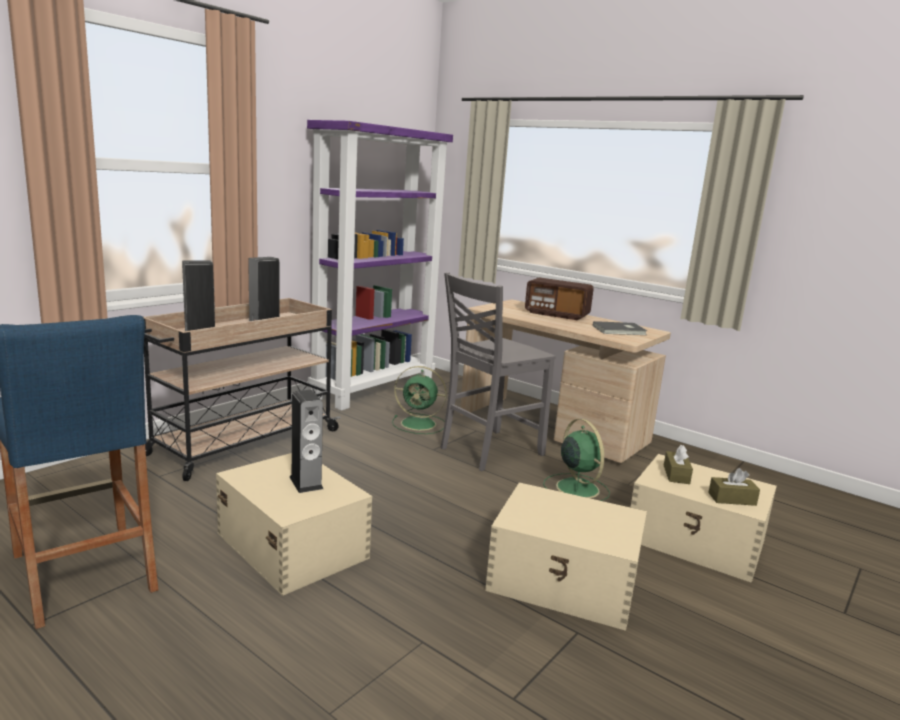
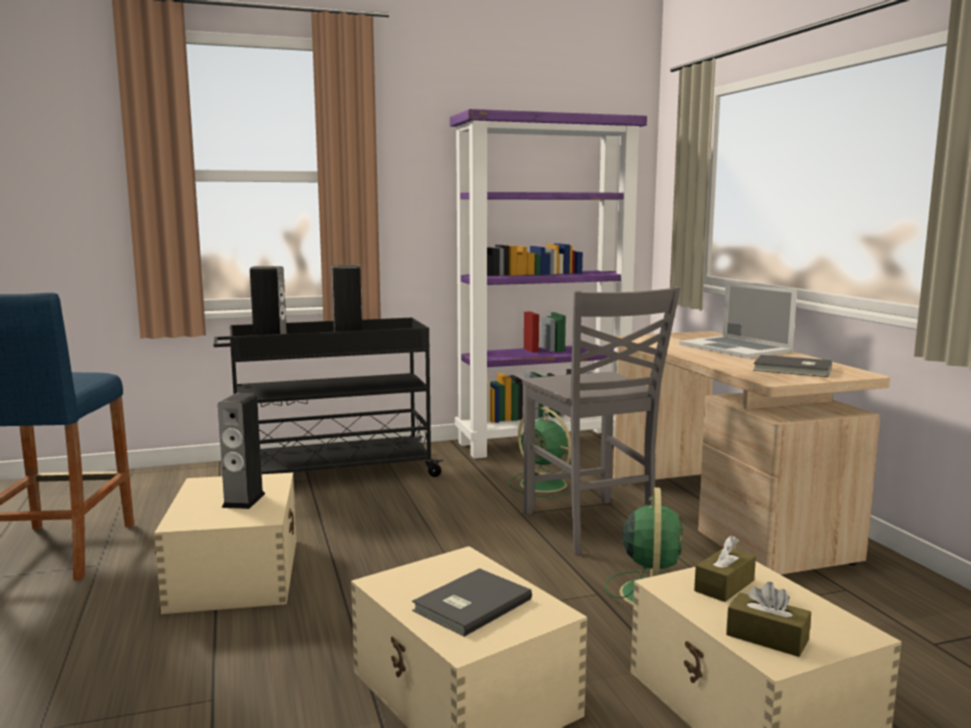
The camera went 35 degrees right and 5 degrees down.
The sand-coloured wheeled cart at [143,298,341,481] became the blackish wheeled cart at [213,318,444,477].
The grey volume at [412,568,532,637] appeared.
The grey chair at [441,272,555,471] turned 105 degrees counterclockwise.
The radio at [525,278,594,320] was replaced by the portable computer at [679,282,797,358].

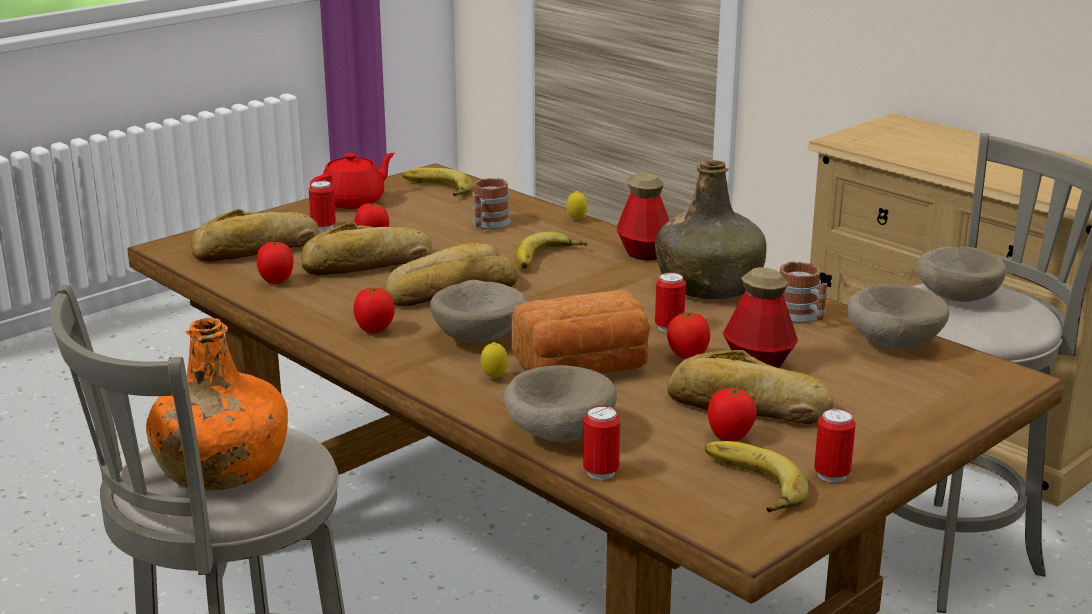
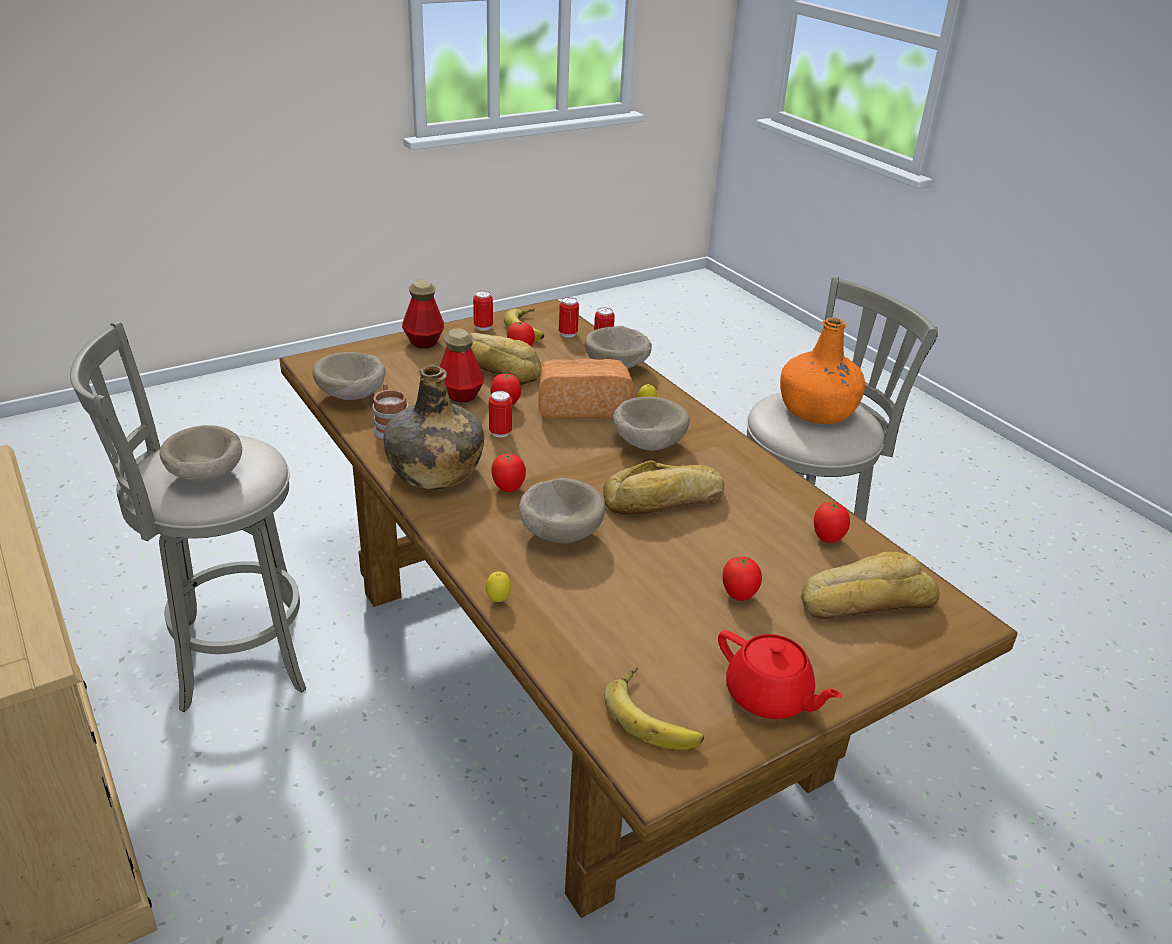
The camera went 170 degrees left and 10 degrees up.
The drink bottle moved from [617,172,669,260] to [402,280,444,348].
The whole tomato moved from [353,287,395,334] to [491,453,526,492].
The whole banana at [515,231,587,270] was replaced by the sand-coloured bowl at [519,478,605,543].
The sealed can moved from [309,180,336,231] to [559,297,579,337].
The red-coloured pot for tea at [310,153,395,209] turned 105 degrees counterclockwise.
The baked bread at [301,222,432,275] disappeared.
The coffee mug at [472,178,511,229] disappeared.

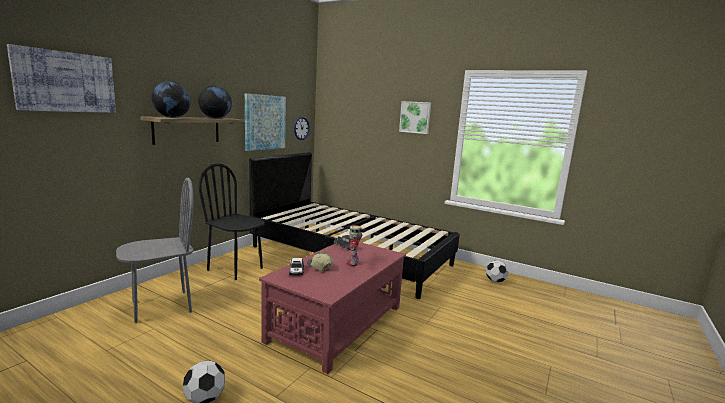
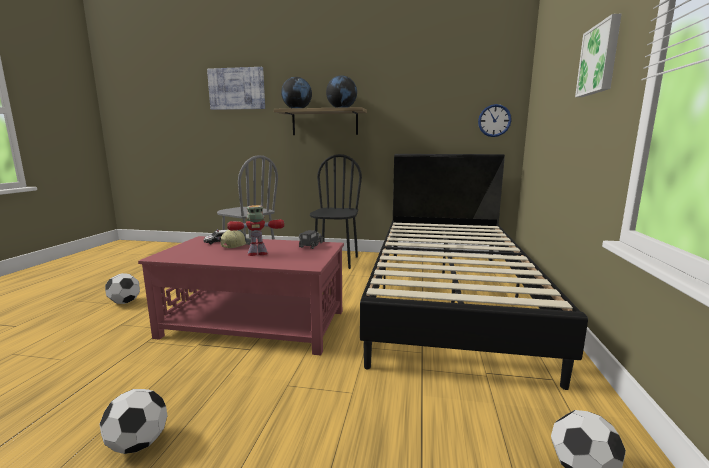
The camera went 70 degrees right and 0 degrees up.
The football at [99,389,167,454] appeared.
The wall art at [245,93,286,151] disappeared.

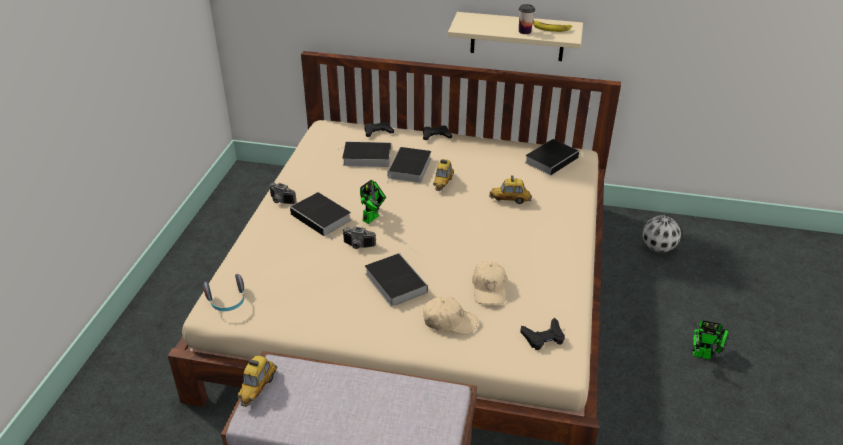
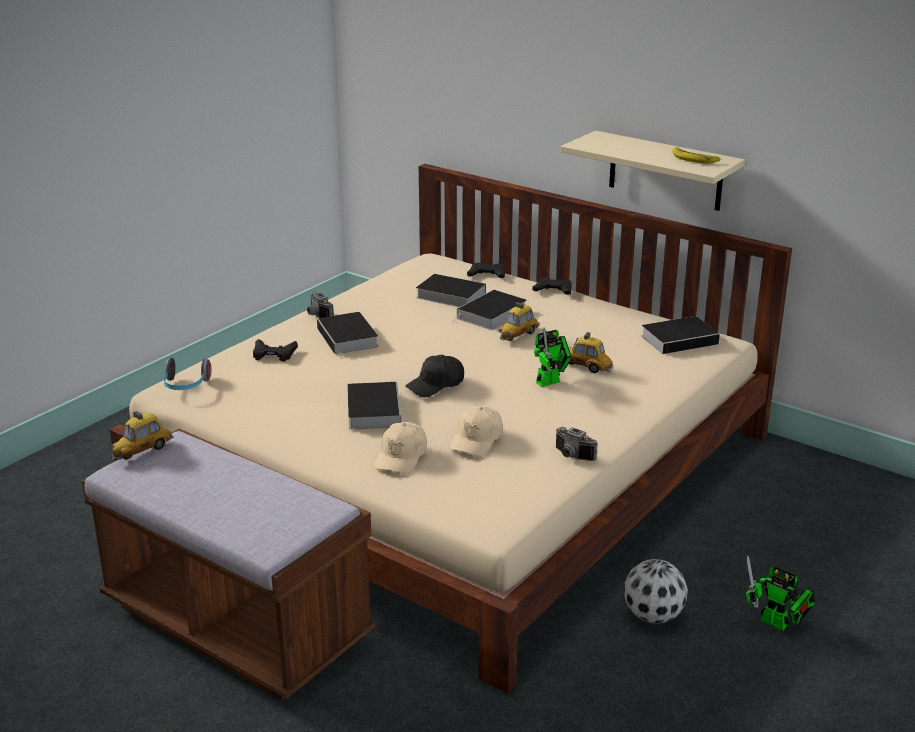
The camera went 25 degrees right and 10 degrees down.
The blackish game controller moved from [520,318,565,350] to [253,339,298,362].
The sand-coloured peaked cap at [424,297,478,335] turned 75 degrees clockwise.
The blackish peaked cap at [405,355,464,397] appeared.
The toy robot moved from [360,180,386,224] to [534,328,572,387].
The still camera moved from [342,226,376,249] to [556,427,598,461].
The football moved from [642,215,681,253] to [624,559,688,624].
The cup at [519,4,535,34] disappeared.

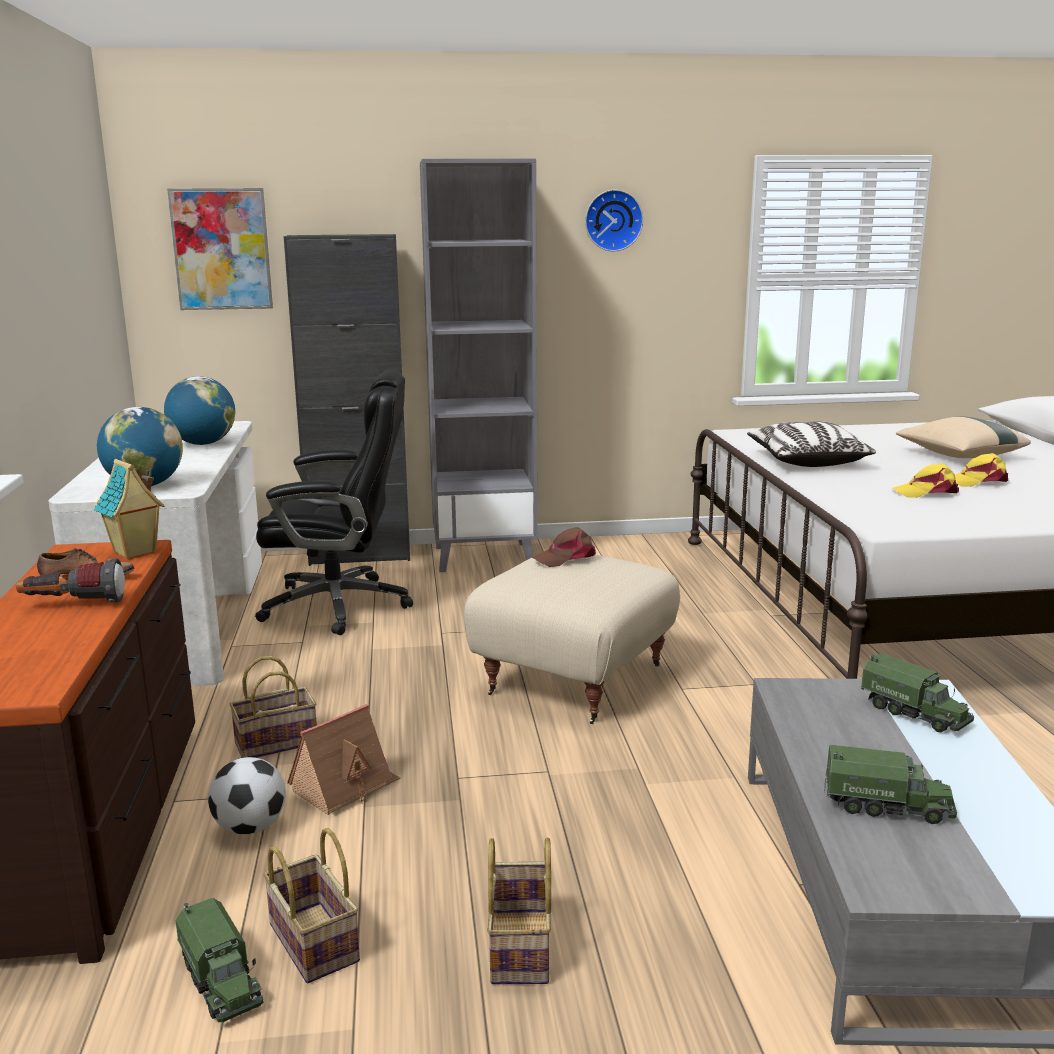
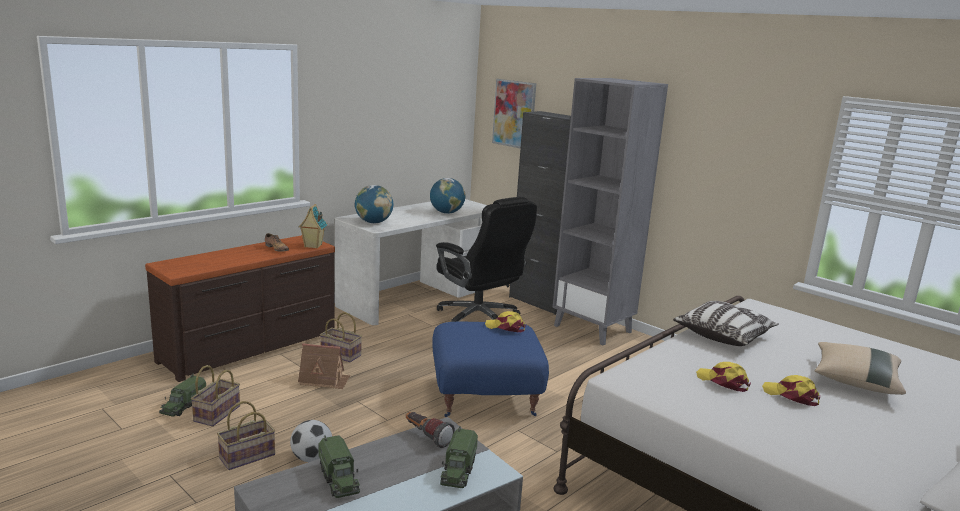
The camera went 50 degrees right and 0 degrees up.
The football moved from [208,757,286,835] to [290,420,332,462].
The flashlight moved from [16,558,125,603] to [406,412,455,448].
The sand-coloured ottoman at [464,555,680,724] became the blue ottoman at [432,322,549,417].
The brown-coloured peaked cap at [532,527,596,567] became the yellow-coloured peaked cap at [485,311,526,332].
The hanging clock at [585,190,643,251] disappeared.

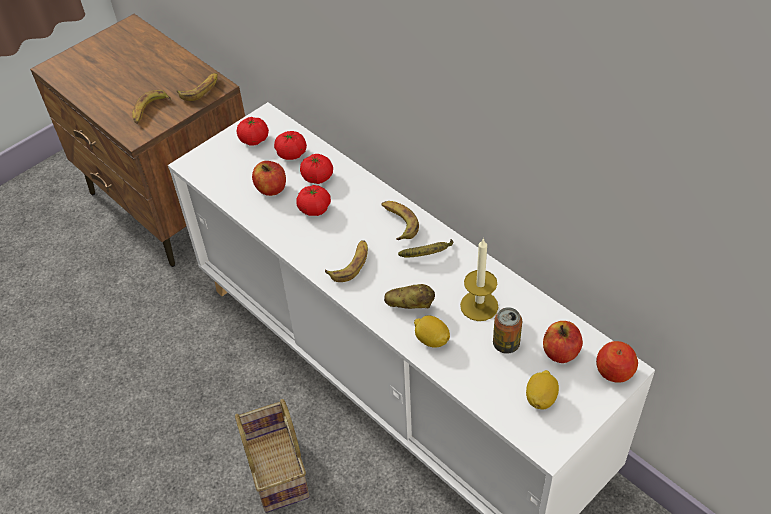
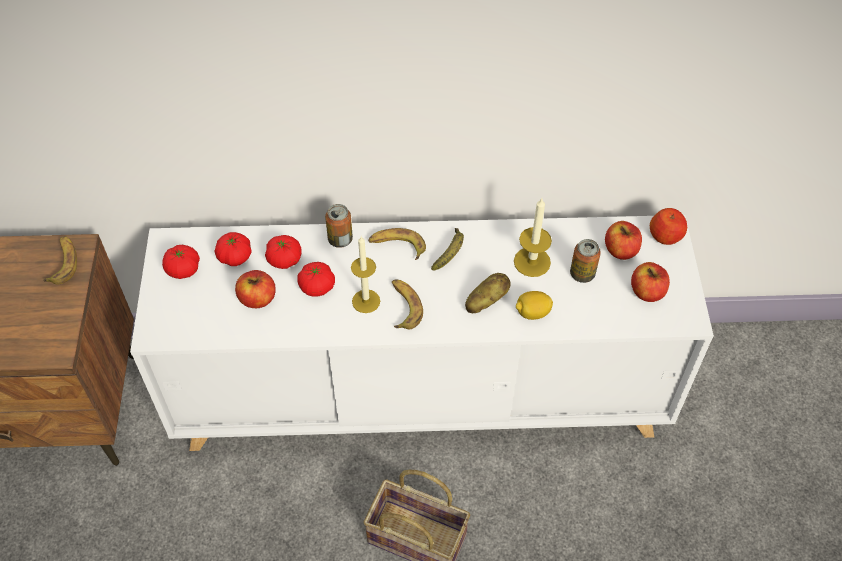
The camera went 50 degrees left and 5 degrees up.
The sealed can at [325,204,353,248] appeared.
The wax candle at [351,236,380,313] appeared.
The whole lemon at [526,370,559,410] was replaced by the apple at [631,262,670,302].
The whole banana at [132,90,171,124] disappeared.

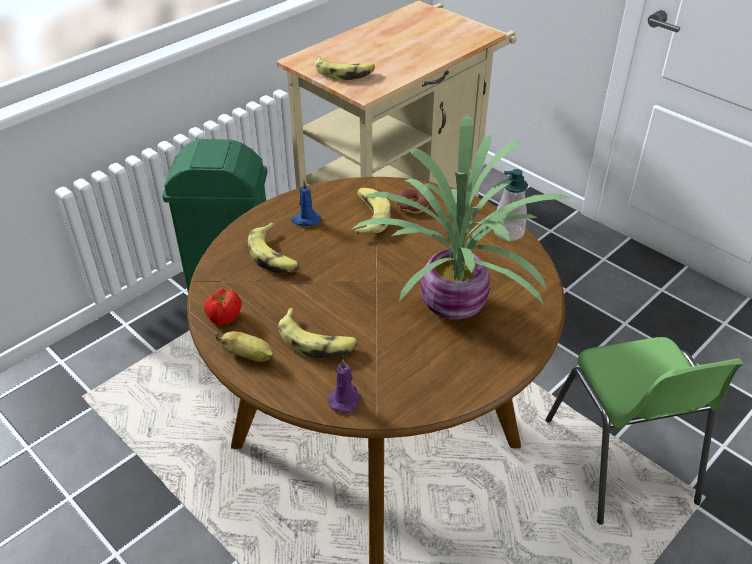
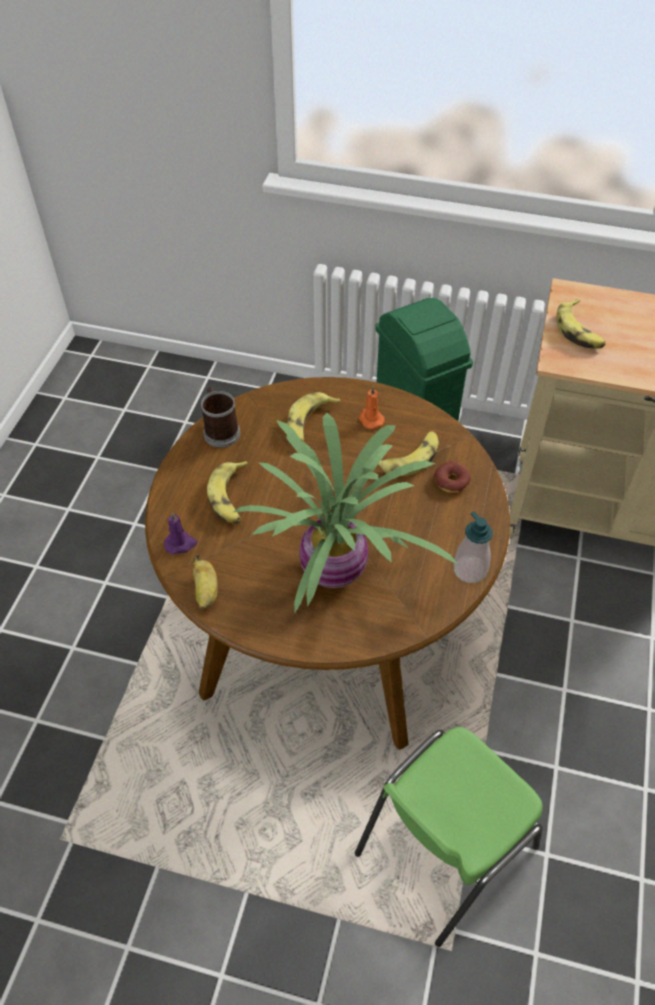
The camera went 60 degrees right and 10 degrees up.
The whole banana moved from [216,331,274,362] to [193,554,218,610].
The whole tomato at [204,288,242,325] was replaced by the coffee mug at [201,387,240,448].
The blue wax candle at [291,180,321,226] became the orange-coloured wax candle at [359,386,385,429].

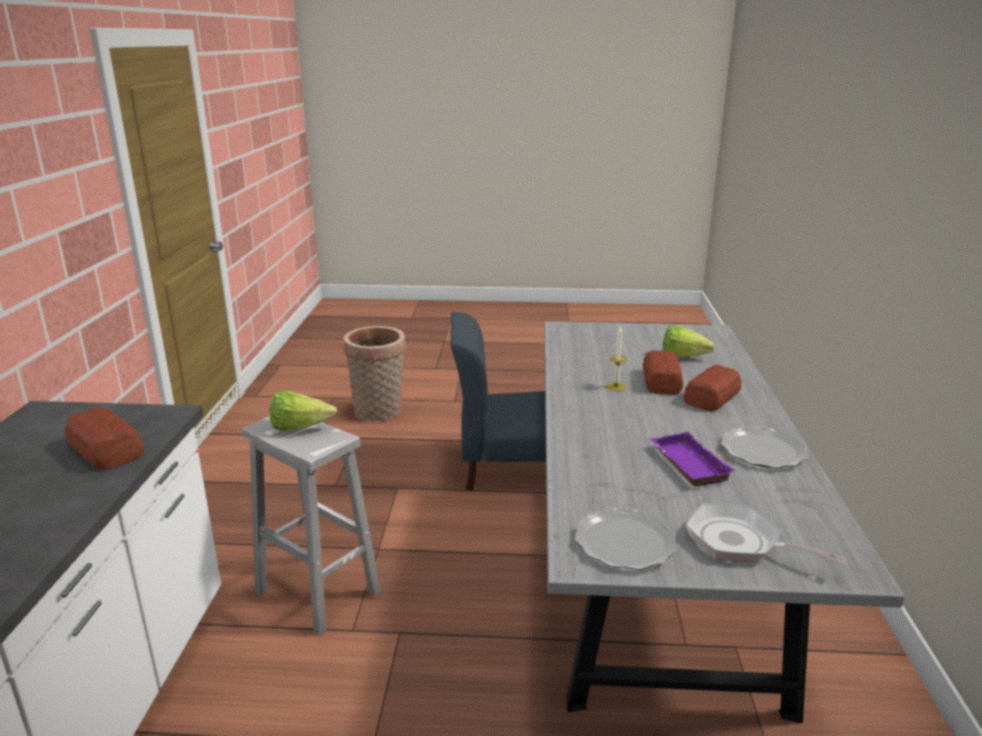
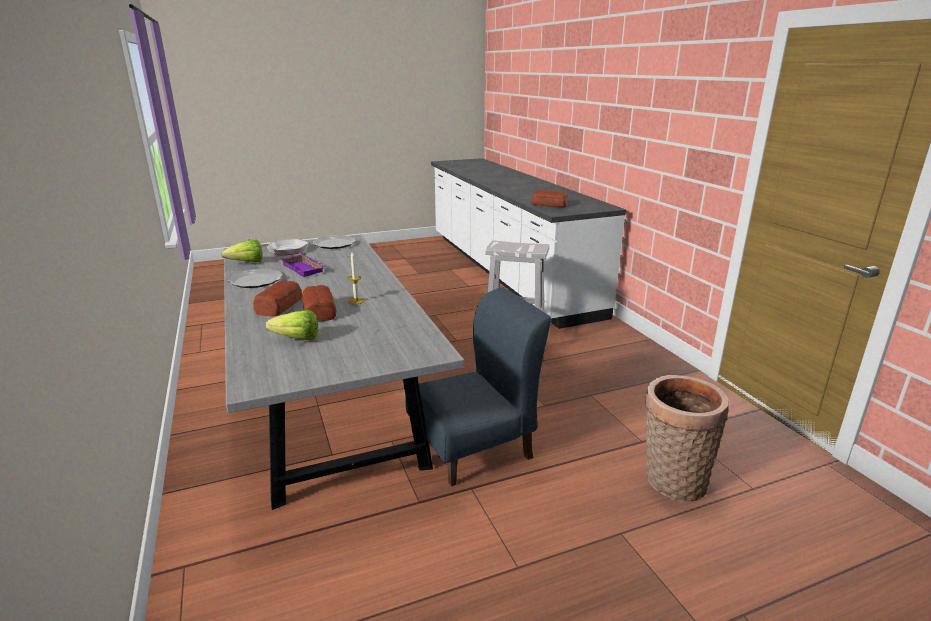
The camera went 155 degrees right and 0 degrees up.
The lettuce moved from [270,390,337,431] to [221,239,263,262].

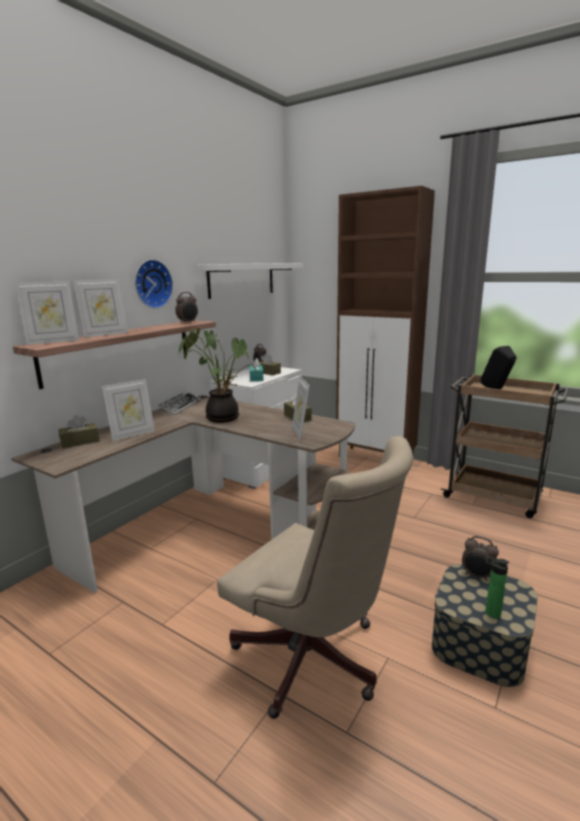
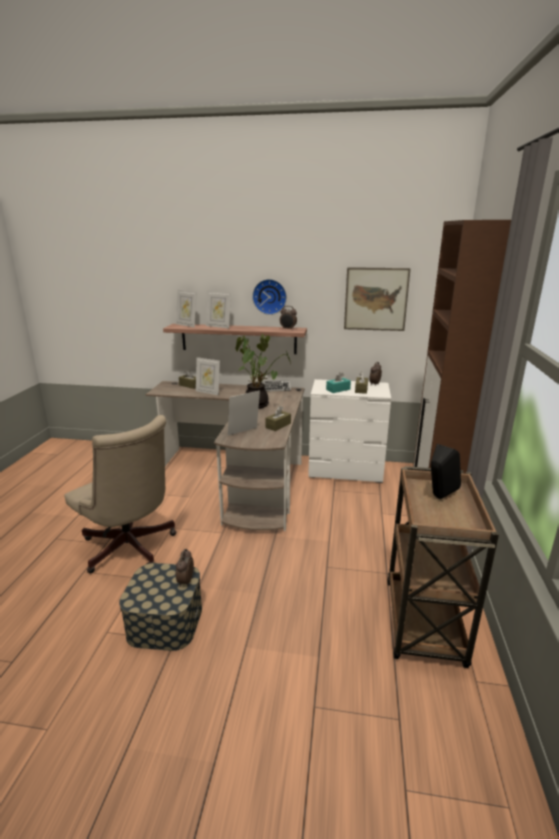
The camera went 65 degrees right and 5 degrees up.
The sand-coloured computer chair at [217,436,413,719] turned 60 degrees counterclockwise.
The white-coloured wall shelf at [197,263,303,299] was replaced by the wall art at [344,267,411,331].
The drink bottle at [485,557,509,618] disappeared.

